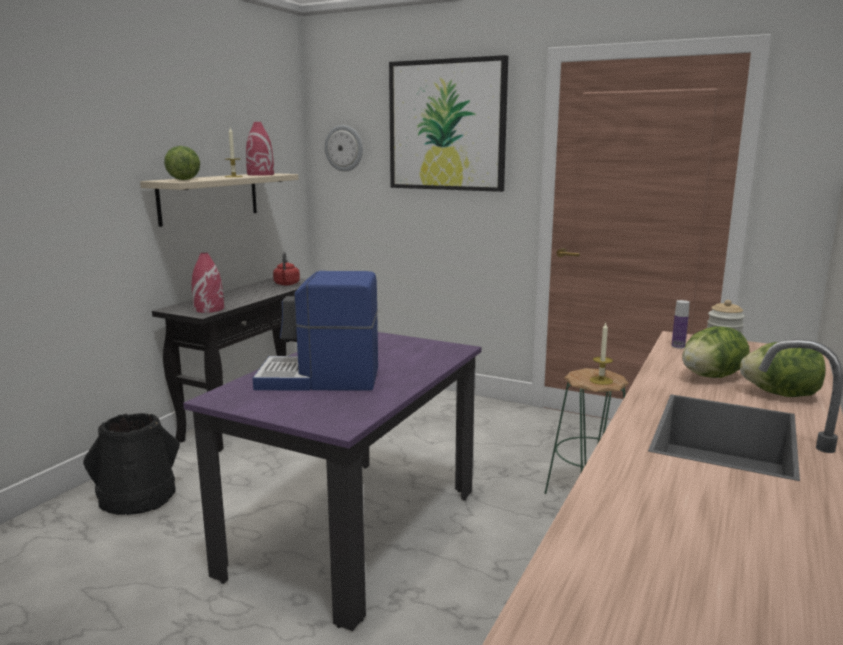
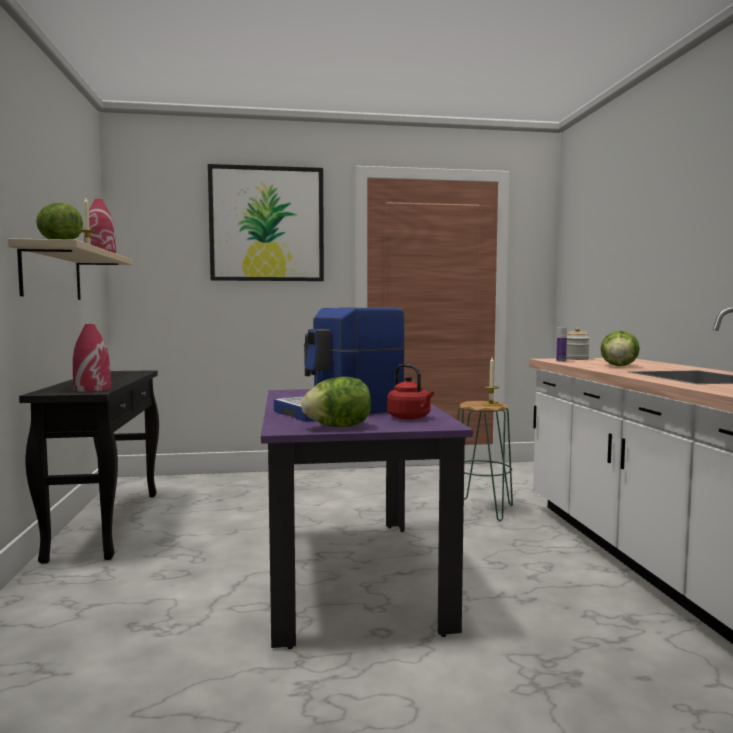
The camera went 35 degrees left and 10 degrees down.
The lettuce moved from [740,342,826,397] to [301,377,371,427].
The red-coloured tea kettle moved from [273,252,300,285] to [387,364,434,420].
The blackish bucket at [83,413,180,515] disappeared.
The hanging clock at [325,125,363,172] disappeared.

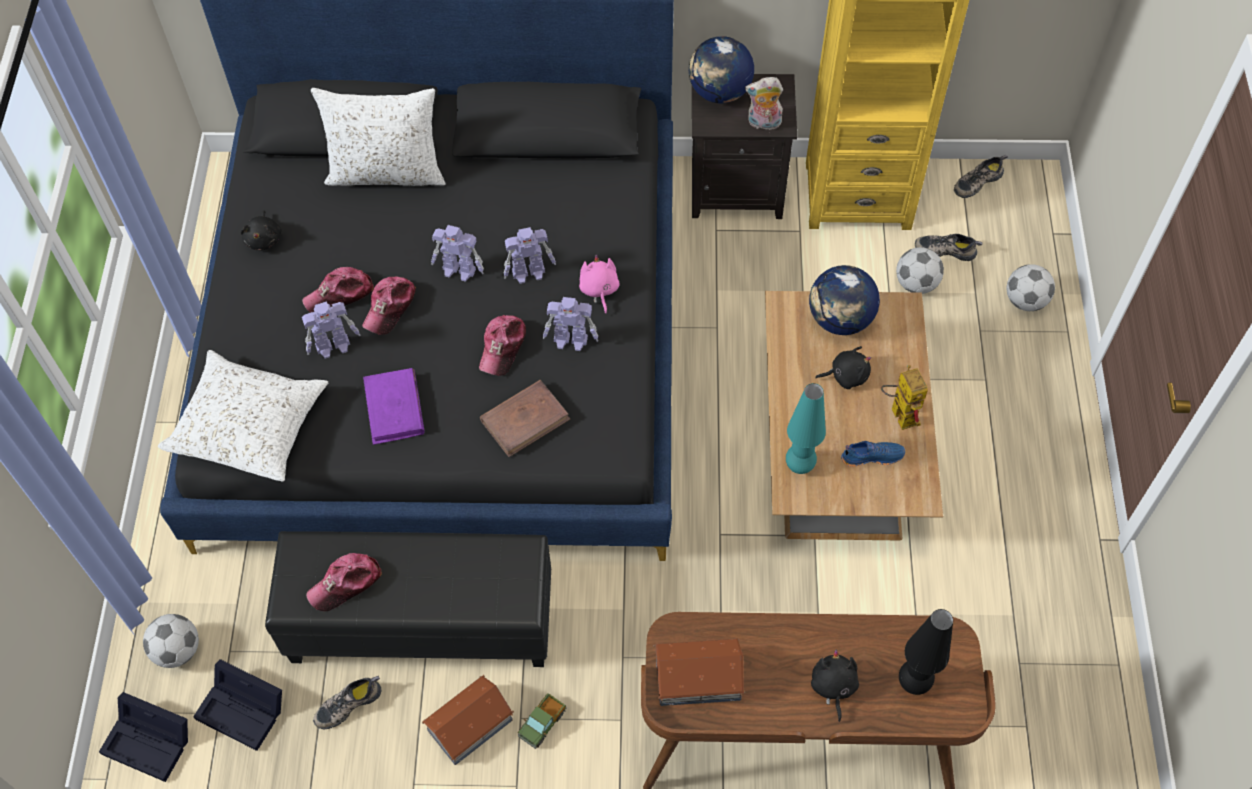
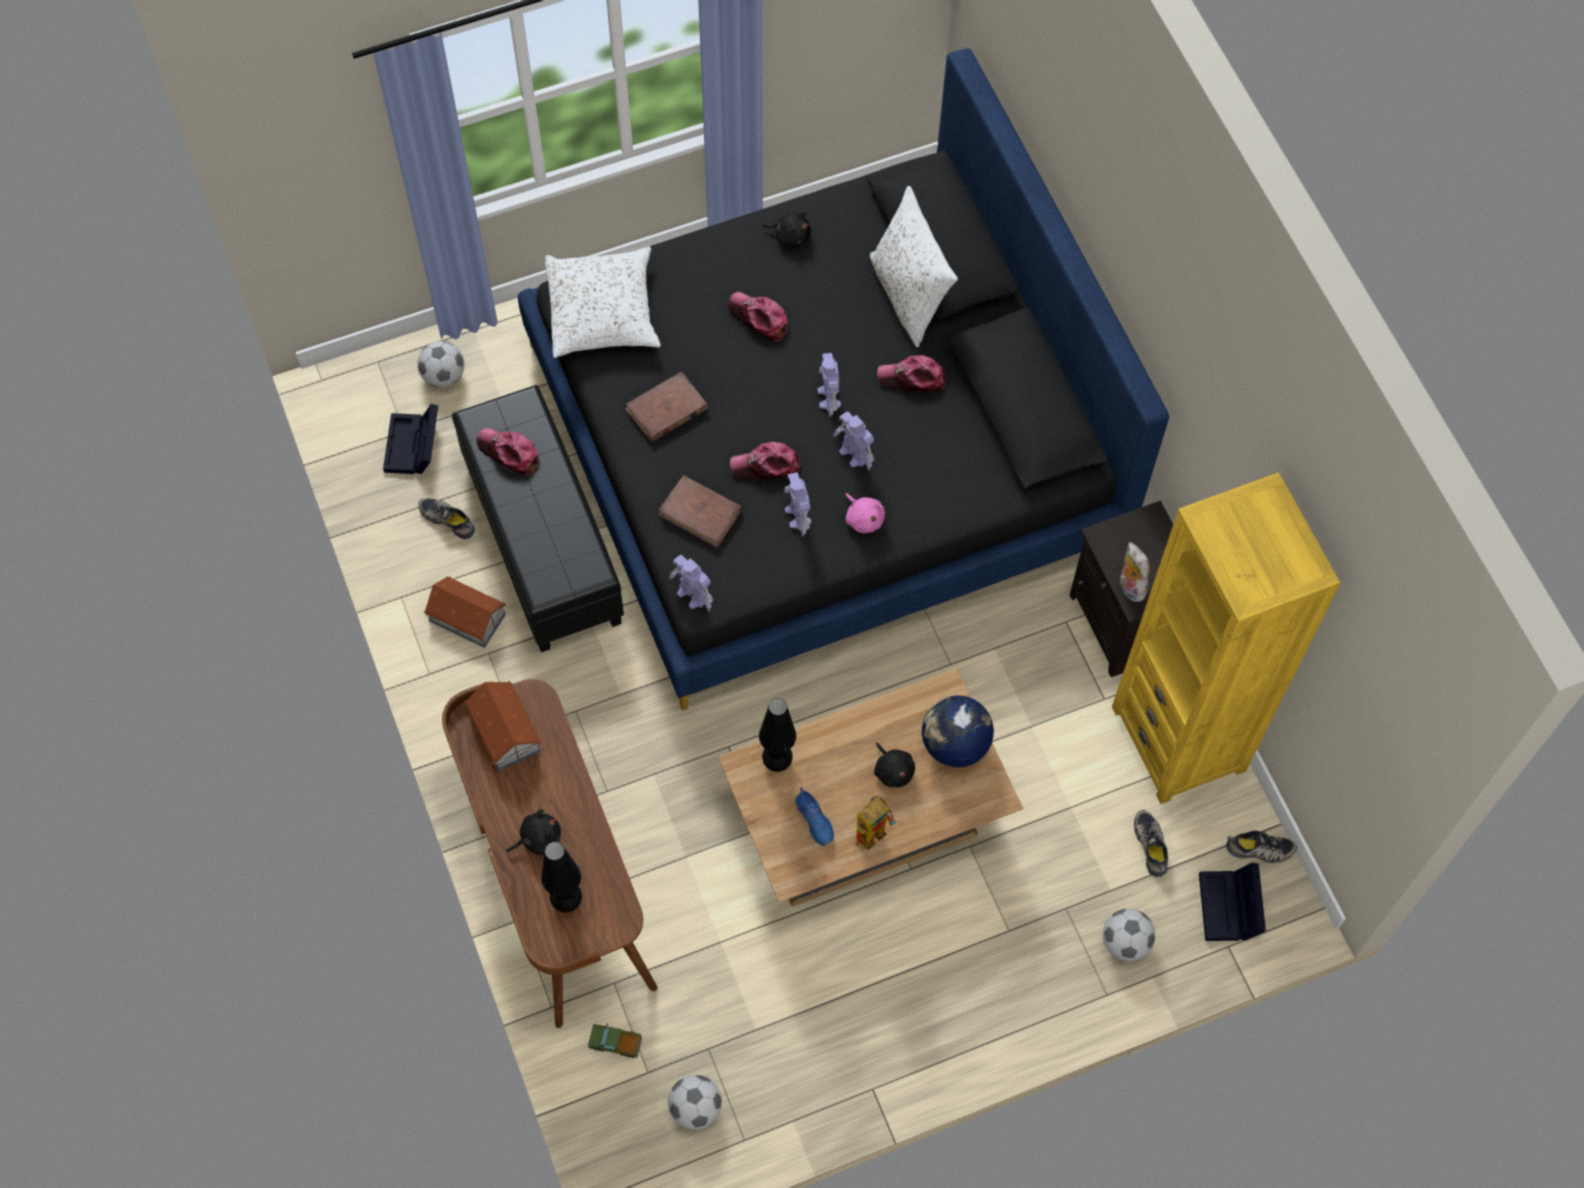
The camera went 65 degrees right and 5 degrees up.
The toy truck moved from [518,693,567,749] to [588,1024,642,1058].
The purplish volume at [363,368,425,445] became the brown-coloured volume at [625,371,708,442].
The football moved from [896,247,944,294] to [668,1075,722,1130].
The toy robot moved from [302,301,360,359] to [669,555,713,612].
The turquoise tabletop lamp at [786,383,826,474] became the blackish tabletop lamp at [759,698,796,772].
The blackish soft toy at [240,211,282,251] turned 135 degrees counterclockwise.
The pinkish soft toy at [579,255,620,314] turned 90 degrees clockwise.
The peaked cap moved from [362,276,416,335] to [877,355,946,392].
The blackish storage container moved from [99,692,188,782] to [1199,863,1266,941].
The item of footwear at [954,155,1008,198] turned 150 degrees clockwise.
The desk globe at [689,36,754,103] disappeared.

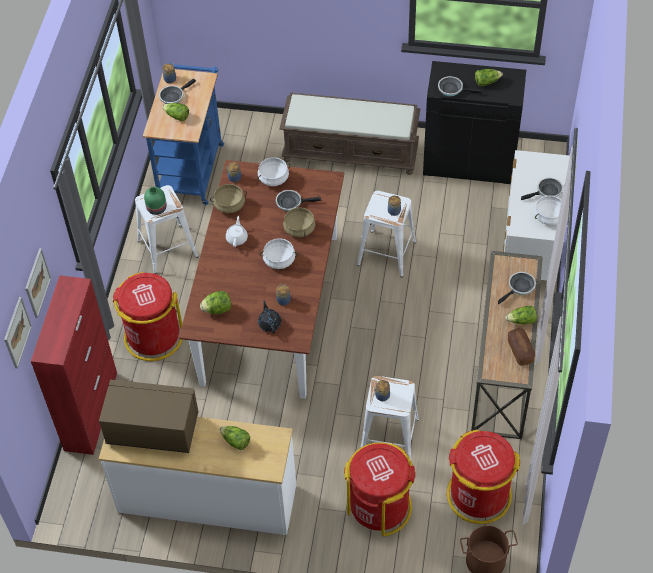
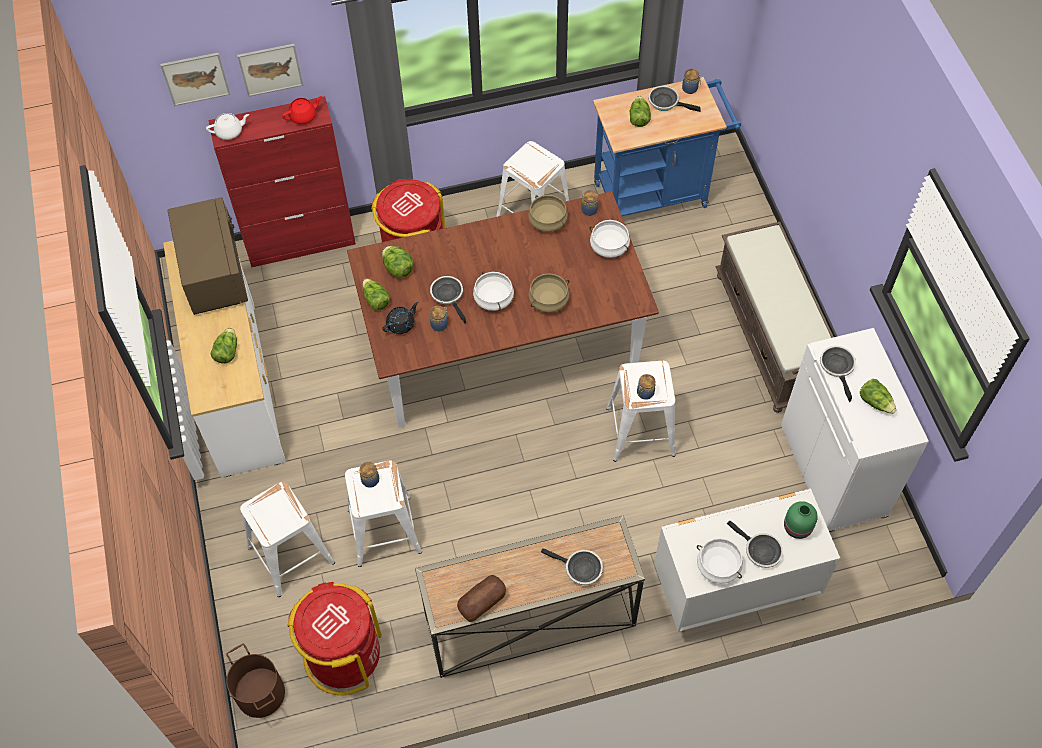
The camera went 65 degrees right and 5 degrees up.
The white-coloured pot for tea moved from [226,216,248,247] to [206,113,249,140].
The red-coloured waste bin at [344,443,416,536] was replaced by the white-coloured stool at [240,482,335,597].
The red-coloured pot for tea at [282,96,322,125] appeared.
The lettuce moved from [505,306,537,324] to [363,278,390,311].
The skillet moved from [276,190,321,211] to [430,276,466,324].
The blackish storage cabinet at [423,61,526,184] became the white-coloured storage cabinet at [781,328,929,532].
The green decorative vase moved from [144,187,167,215] to [784,501,818,539].

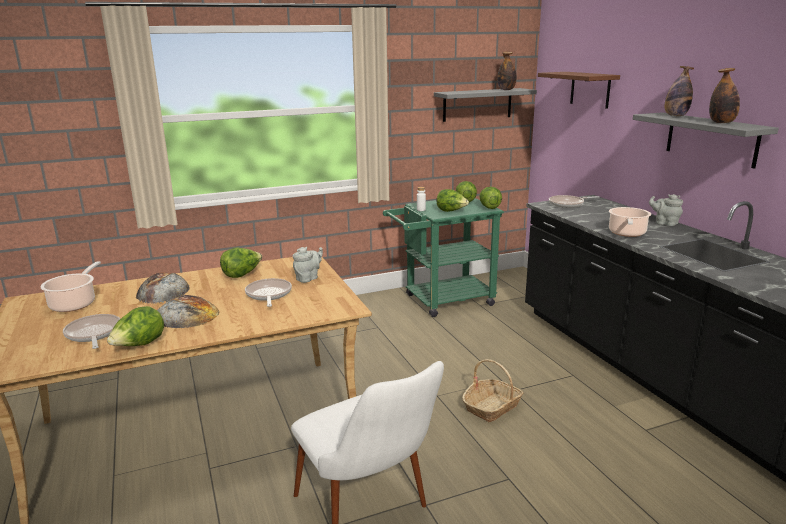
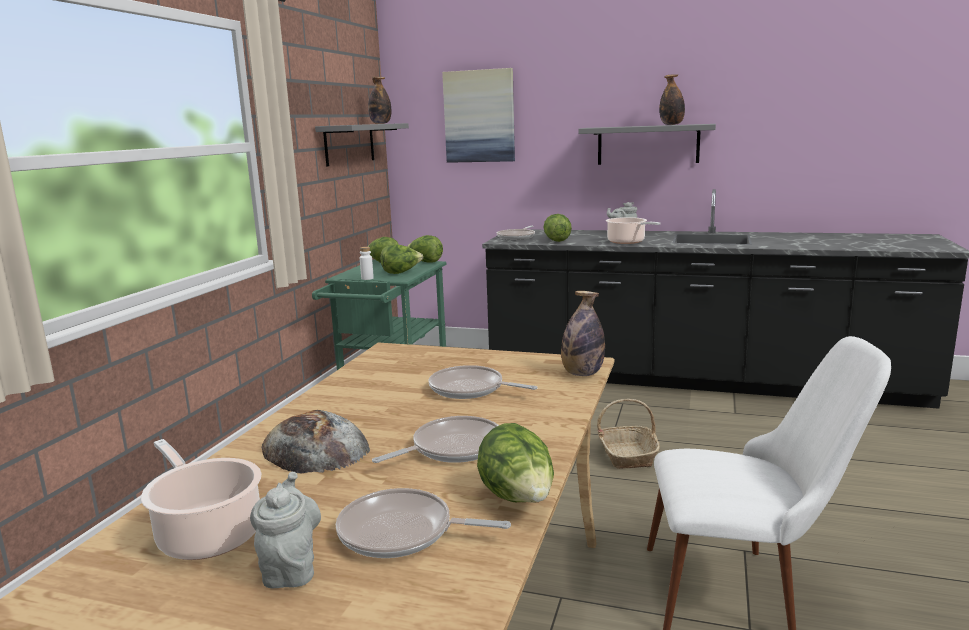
The camera went 50 degrees left and 5 degrees down.
The grey pot for tea moved from [293,247,323,283] to [250,472,321,588].
The baked bread at [157,295,220,328] was replaced by the skillet at [372,416,499,463].
The brown-coloured wall shelf at [538,72,620,109] was replaced by the wall art at [442,68,515,163].
The lettuce moved from [220,247,262,278] to [544,214,572,242].
The drink bottle moved from [665,66,694,116] to [561,291,605,376].

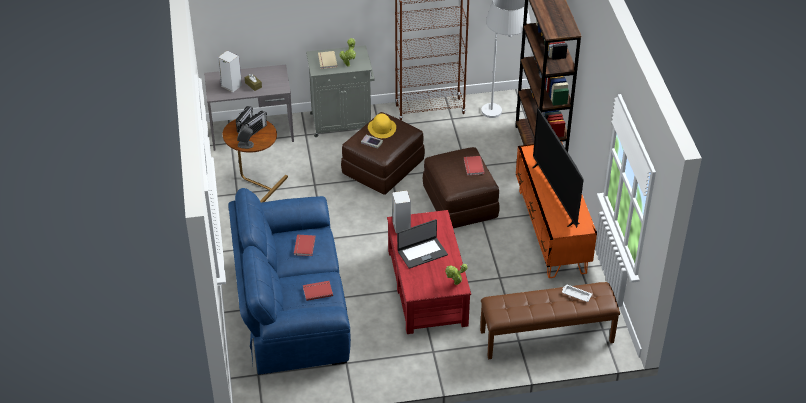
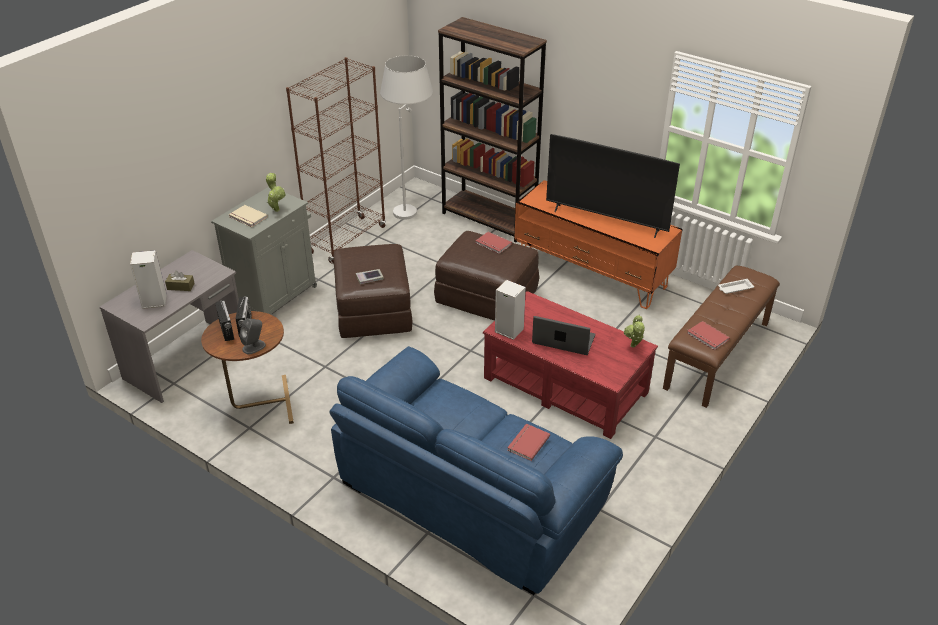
The camera went 45 degrees left and 5 degrees down.
The portable computer at [397,219,448,269] turned 90 degrees counterclockwise.
The red-coloured volume moved from [294,234,316,256] to [687,321,730,350].
The yellow-coloured wearable hat at [368,114,396,138] disappeared.

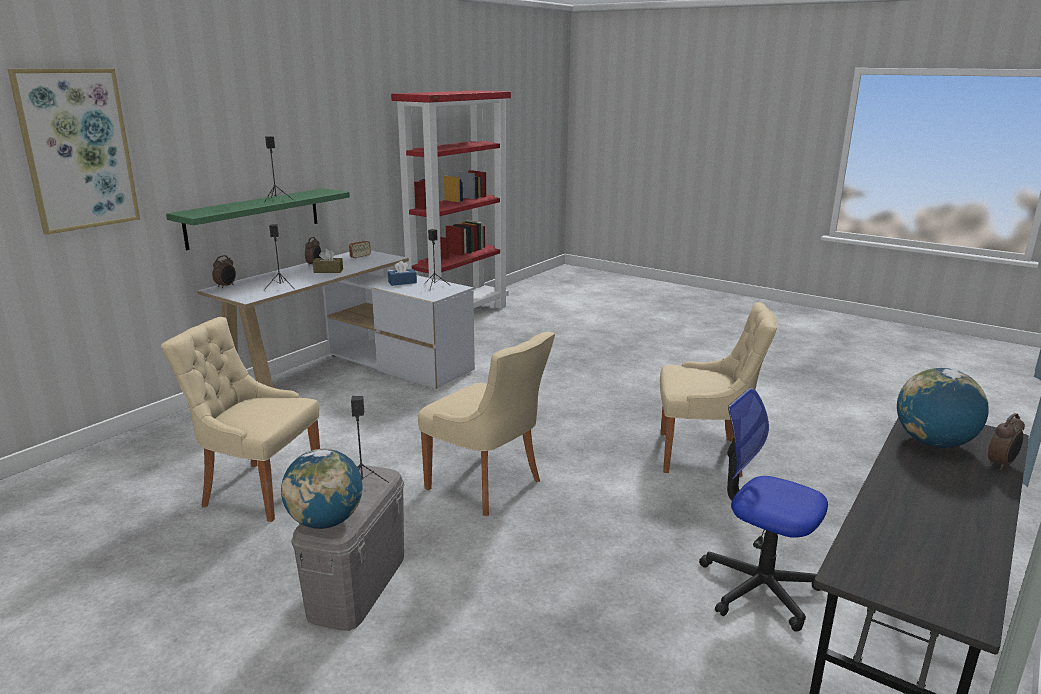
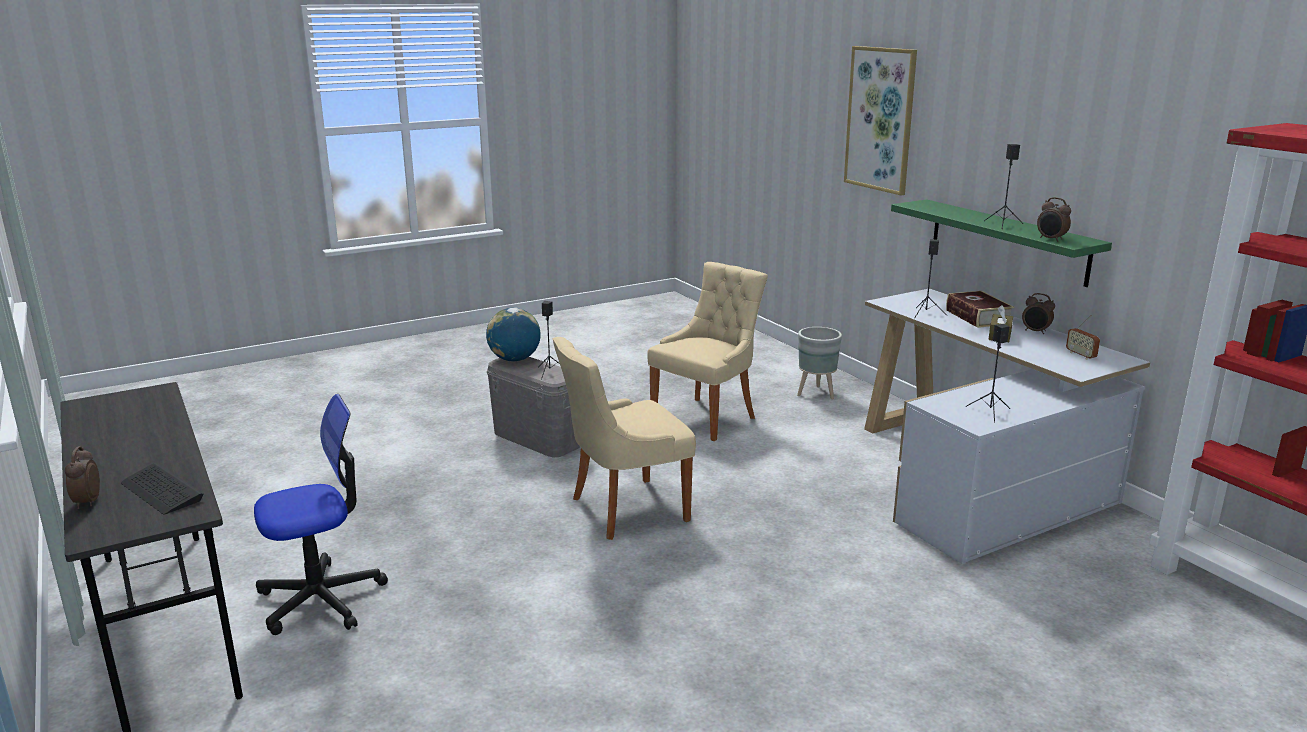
The camera went 115 degrees right and 0 degrees up.
The desk globe at [897,368,989,448] was replaced by the keyboard at [121,463,204,514].
The grey flower pot at [797,327,842,399] appeared.
The volume at [946,291,1014,328] appeared.
The table clock moved from [212,255,236,288] to [1037,197,1071,242].
The blue tissue box at [388,261,417,286] disappeared.
The sand-coloured chair at [660,303,777,478] disappeared.

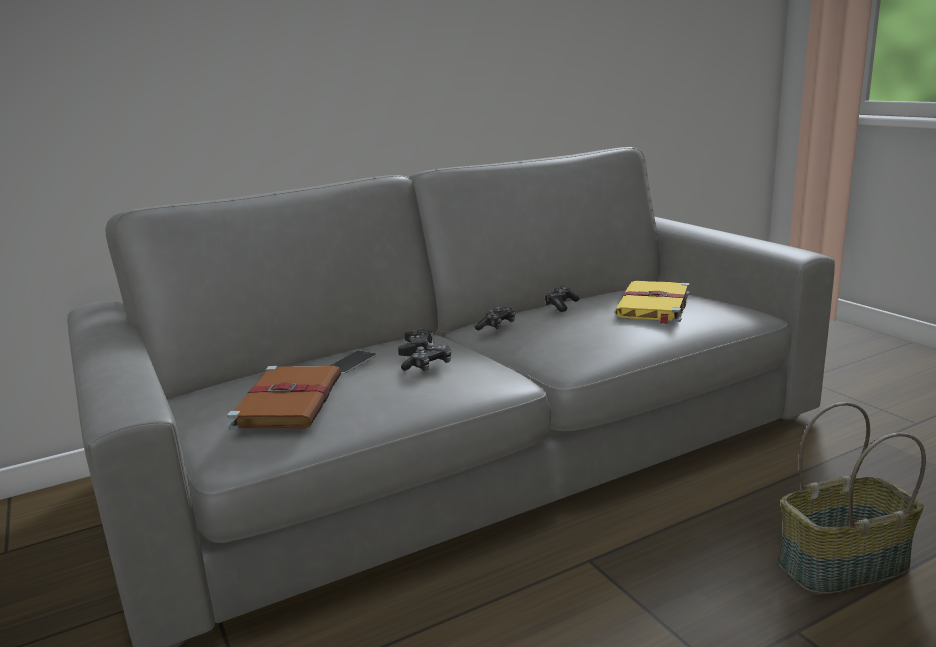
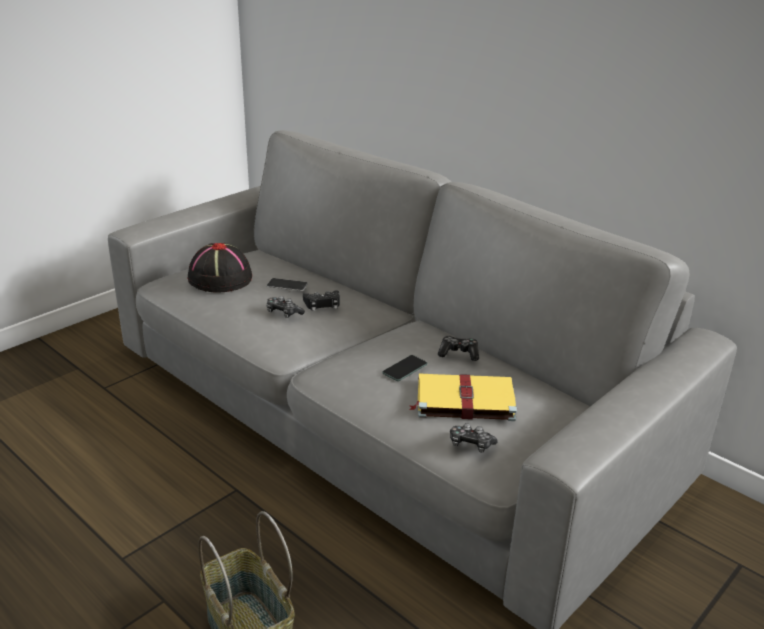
The camera went 70 degrees right and 10 degrees up.
The brown-coloured volume at [227,366,341,430] was replaced by the blackish wearable hat at [188,243,252,293].
The phone at [382,355,427,381] appeared.
The game controller moved from [475,307,515,331] to [450,423,498,452].

